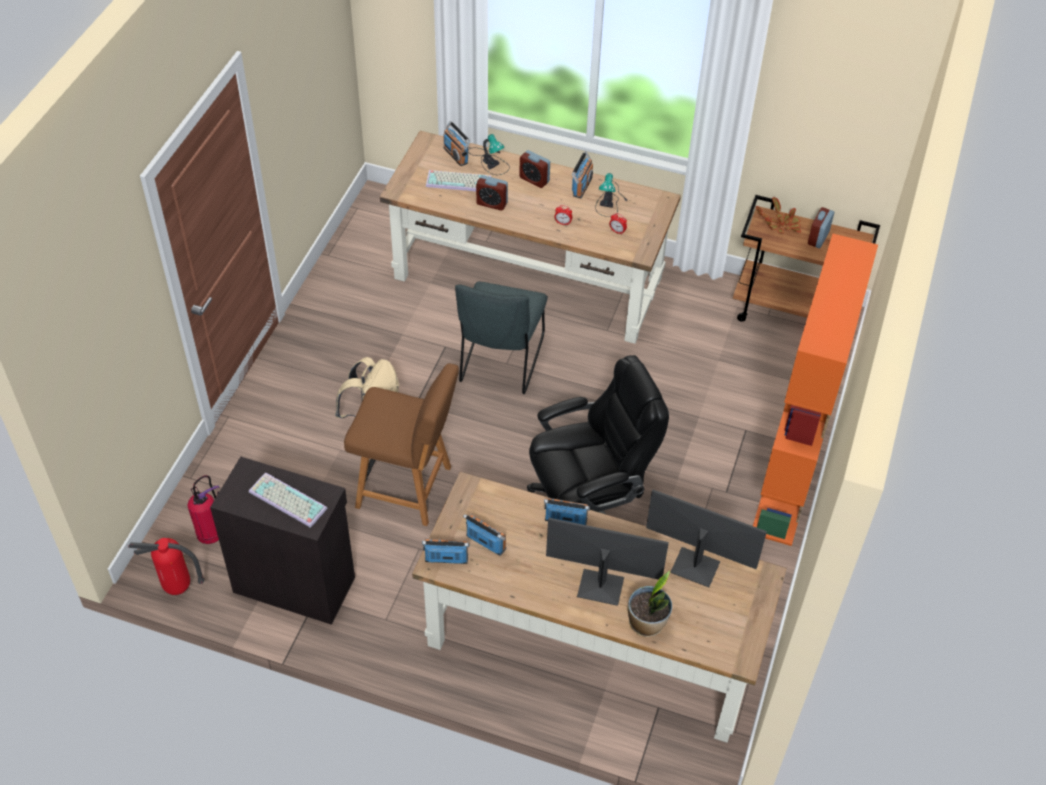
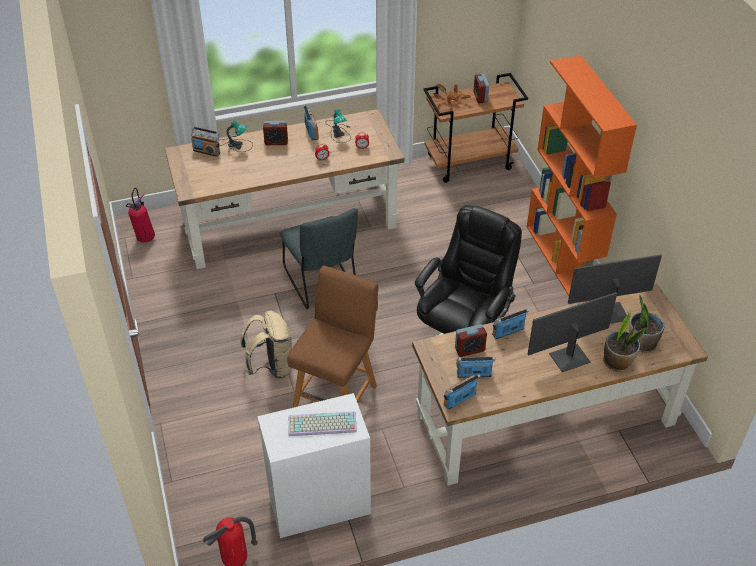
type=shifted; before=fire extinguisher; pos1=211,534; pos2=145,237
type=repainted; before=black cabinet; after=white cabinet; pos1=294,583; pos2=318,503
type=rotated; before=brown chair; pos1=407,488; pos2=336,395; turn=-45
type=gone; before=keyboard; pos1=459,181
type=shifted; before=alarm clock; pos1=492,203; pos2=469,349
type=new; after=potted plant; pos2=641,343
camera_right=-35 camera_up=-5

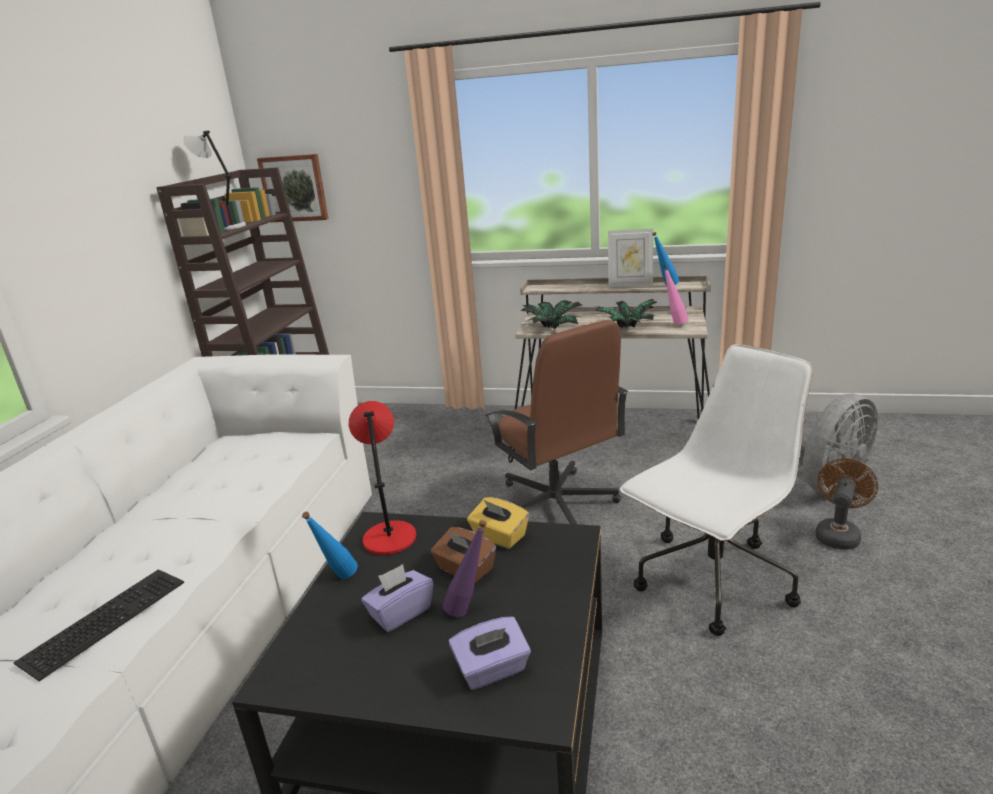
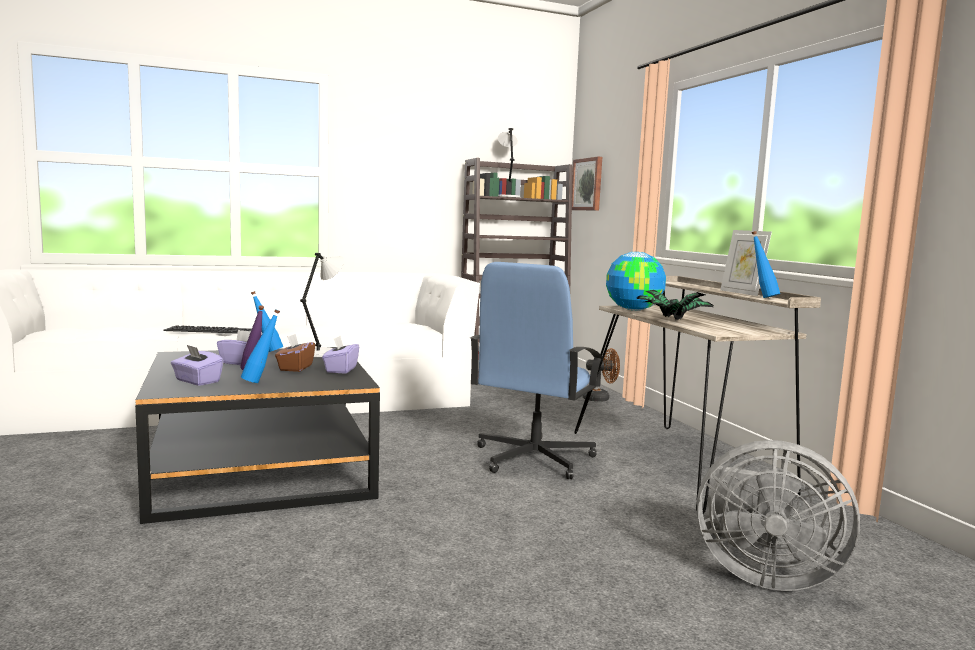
type=repainted; before=red table lamp; after=grey table lamp; pos1=389,537; pos2=320,353
type=repainted; before=yellow tissue box; after=purple tissue box; pos1=499,536; pos2=340,369
type=repainted; before=brown office chair; after=blue office chair; pos1=556,505; pos2=532,458
type=swapped; before=potted plant; after=globe; pos1=552,328; pos2=633,309
type=gone; before=white office chair; pos1=712,582
type=gone; before=pink bottle; pos1=674,323
type=shifted; before=brown fan; pos1=838,534; pos2=600,398
type=new; after=blue bottle; pos2=260,382
camera_right=55 camera_up=-15

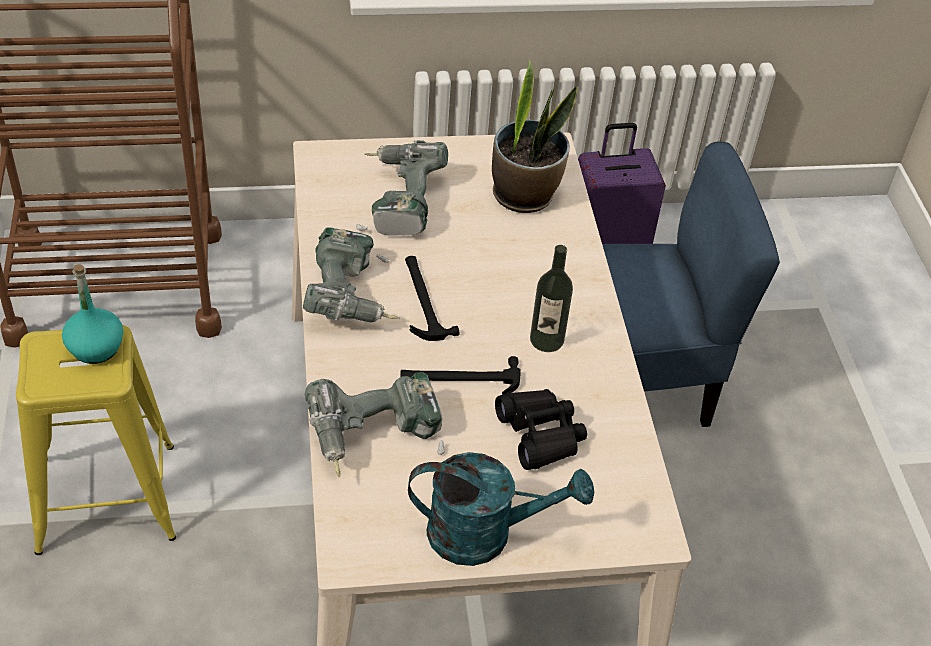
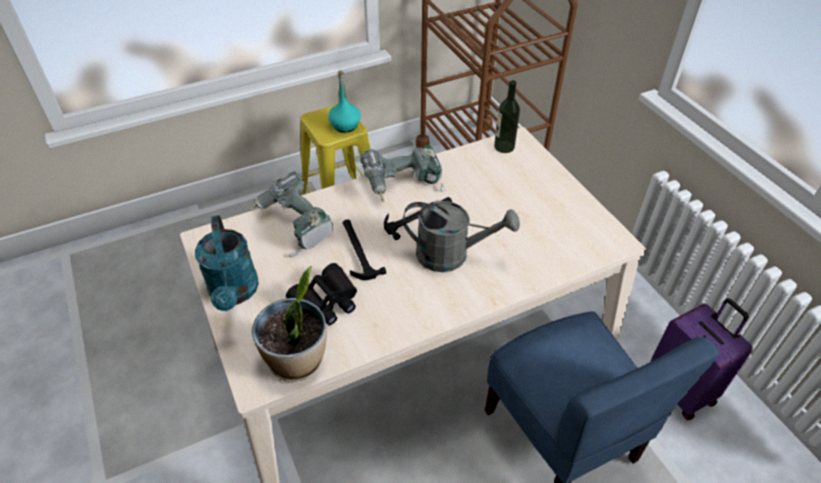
type=gone; before=power drill; pos1=398,202
type=shifted; before=potted plant; pos1=524,195; pos2=297,361
type=shifted; before=bottle; pos1=546,340; pos2=504,147
type=new; after=grey watering can; pos2=452,255
camera_right=75 camera_up=0

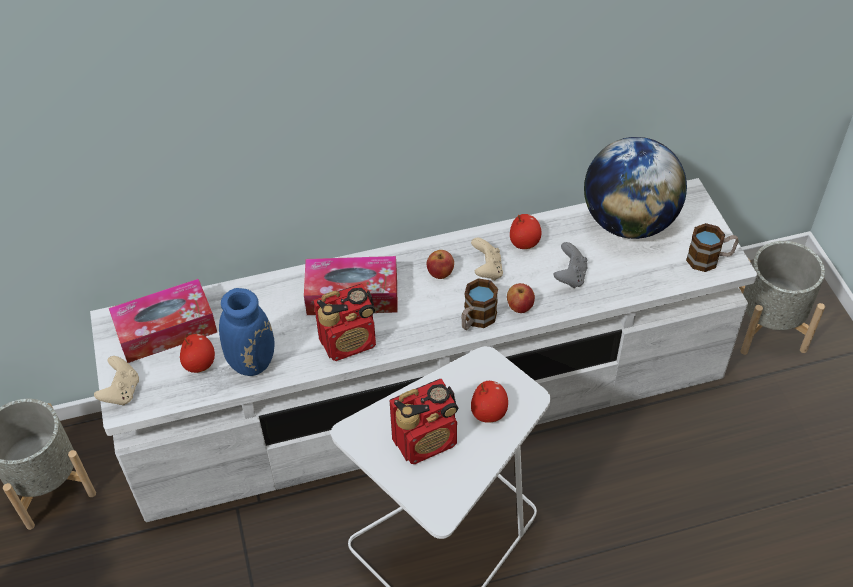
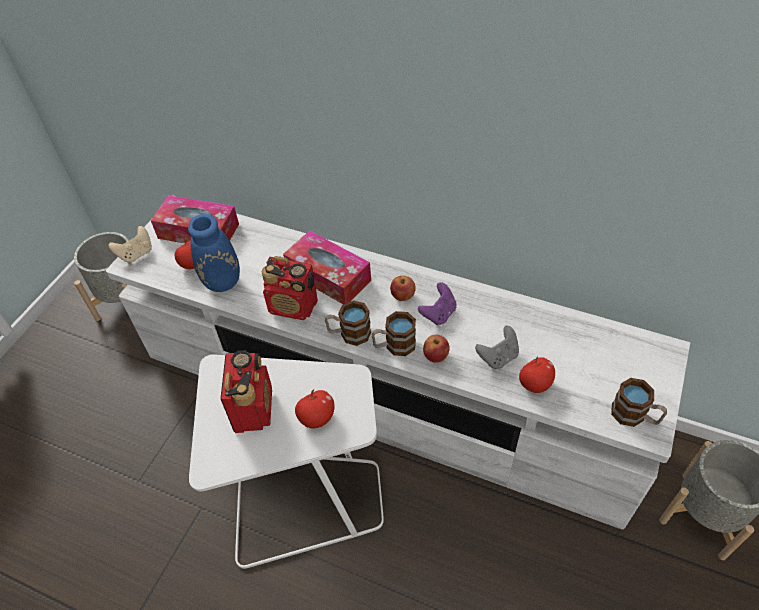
type=rotated; before=radio; pos1=426,441; pos2=253,408; turn=-105
type=repainted; before=beige game controller; after=purple game controller; pos1=487,270; pos2=438,314
type=shifted; before=apple; pos1=524,242; pos2=535,384
type=gone; before=globe; pos1=628,222
type=new; after=mug; pos2=349,334
camera_right=40 camera_up=0

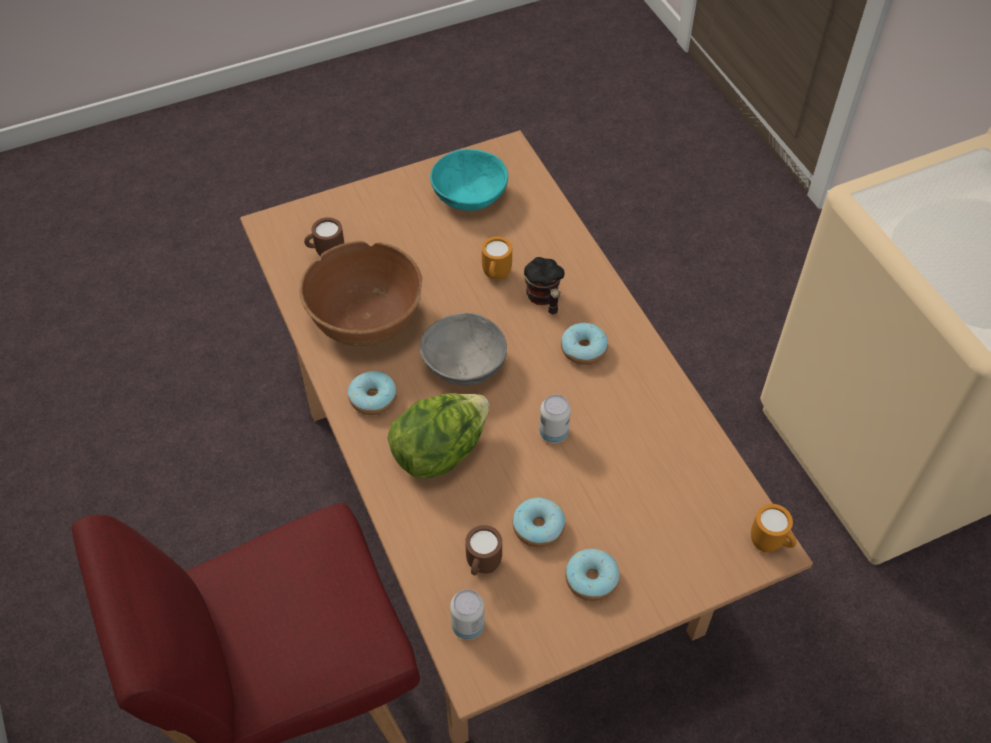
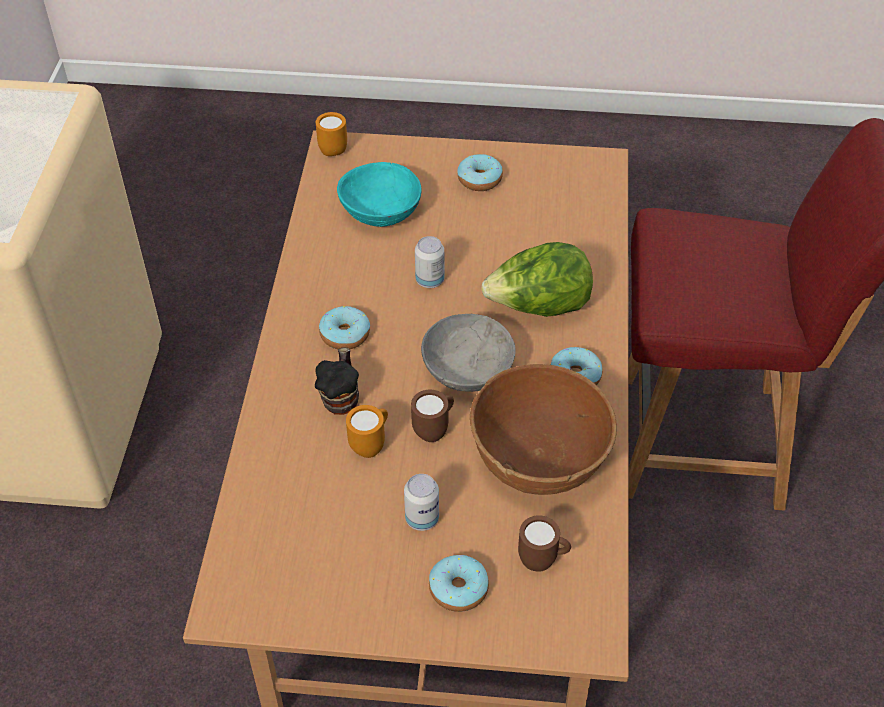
type=shifted; before=turquoise bowl; pos1=468,195; pos2=380,212
type=shifted; before=can; pos1=468,626; pos2=422,519
type=shifted; before=brown mug; pos1=482,567; pos2=434,430
type=shifted; before=donut; pos1=538,527; pos2=458,589
camera_right=-150 camera_up=-5

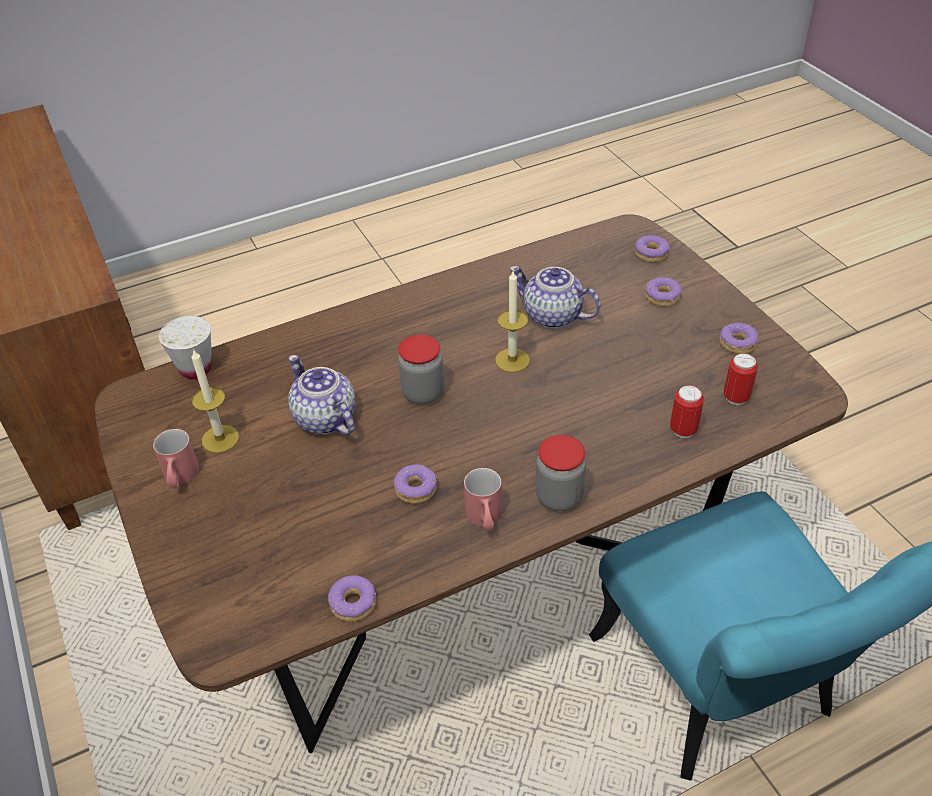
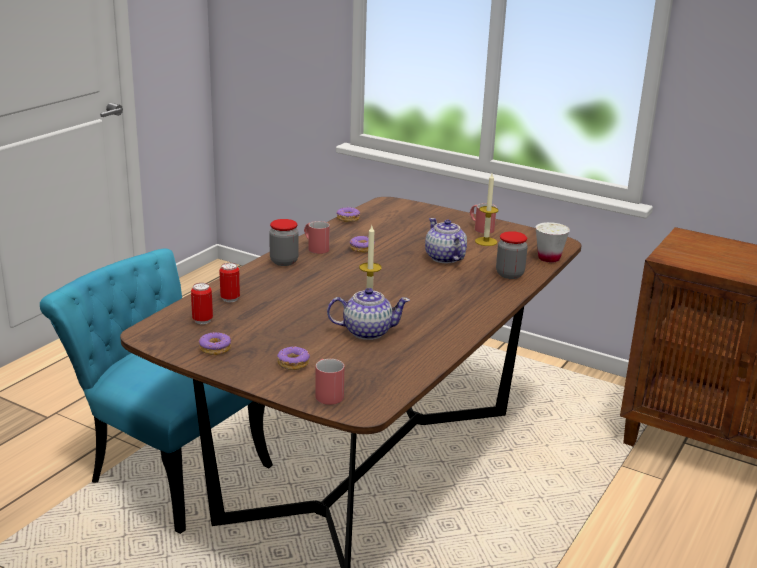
type=rotated; before=teapot; pos1=325,419; pos2=444,258; turn=-135
type=shifted; before=jar; pos1=423,393; pos2=509,274
type=swapped; before=donut; after=red mug; pos1=651,254; pos2=327,393
camera_right=145 camera_up=-20

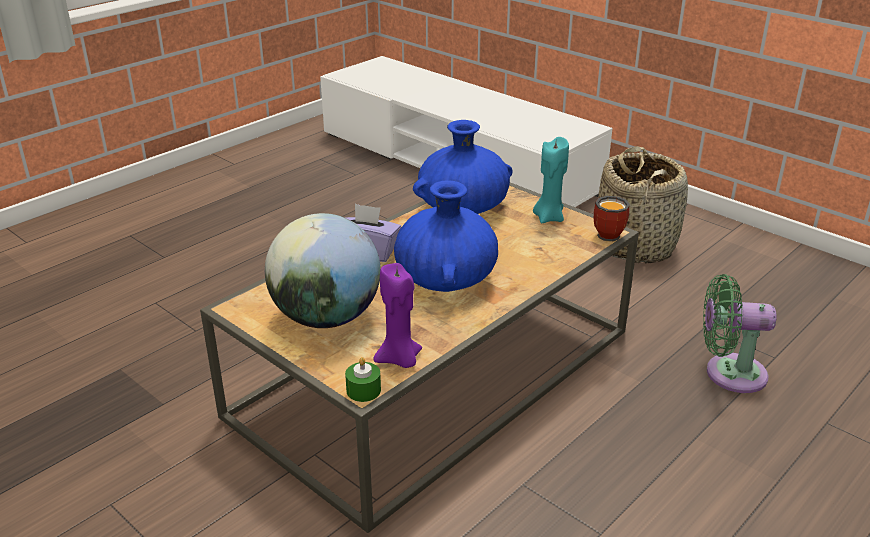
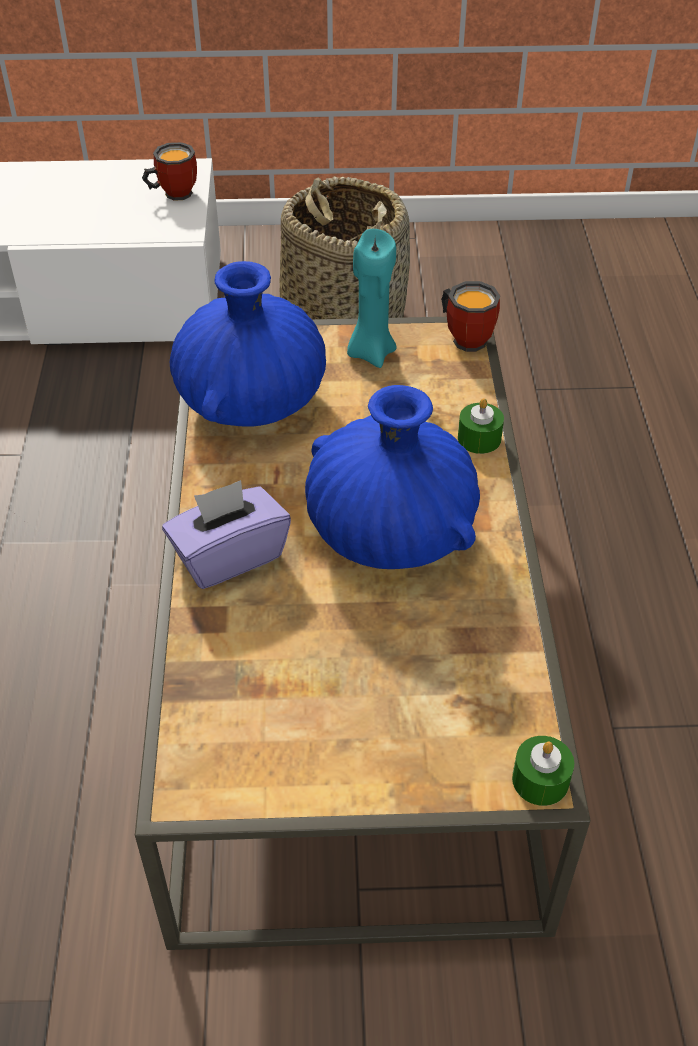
type=gone; before=globe; pos1=326,318
type=gone; before=purple candle; pos1=399,360
type=gone; before=green fan; pos1=729,373
type=new; after=mug; pos2=172,193
type=new; after=green candle; pos2=479,438
camera_right=-45 camera_up=15

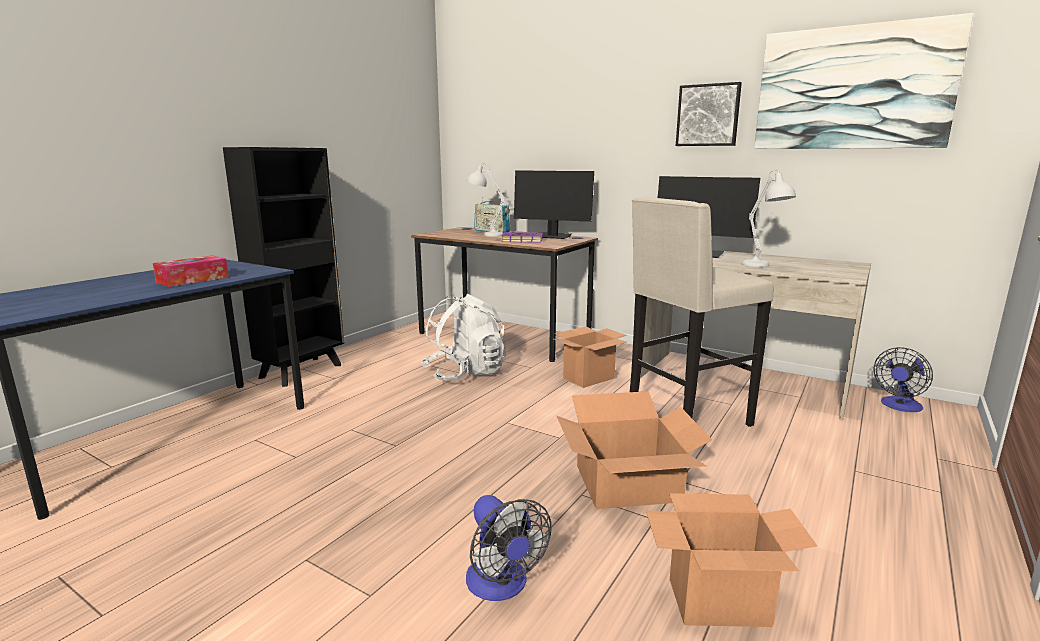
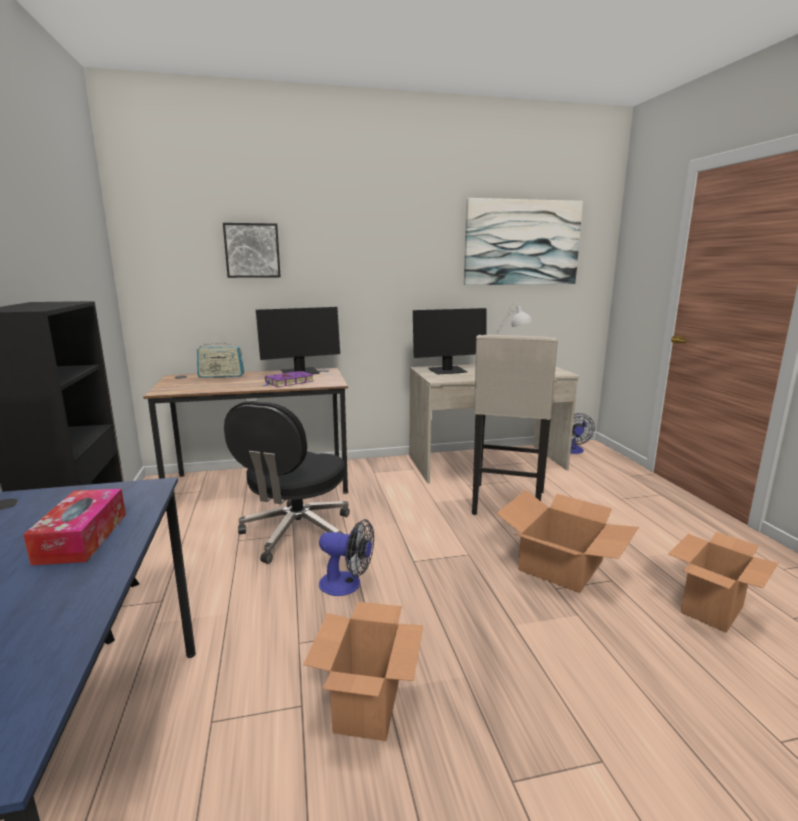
type=swapped; before=white backpack; after=black office chair; pos1=465,373; pos2=296,533
type=shifted; before=fan; pos1=501,586; pos2=347,585
type=gone; before=white table lamp; pos1=485,234
type=shifted; before=cardboard box; pos1=589,378; pos2=367,705
type=shifted; before=picture; pos1=708,115; pos2=252,250
camera_right=-45 camera_up=0

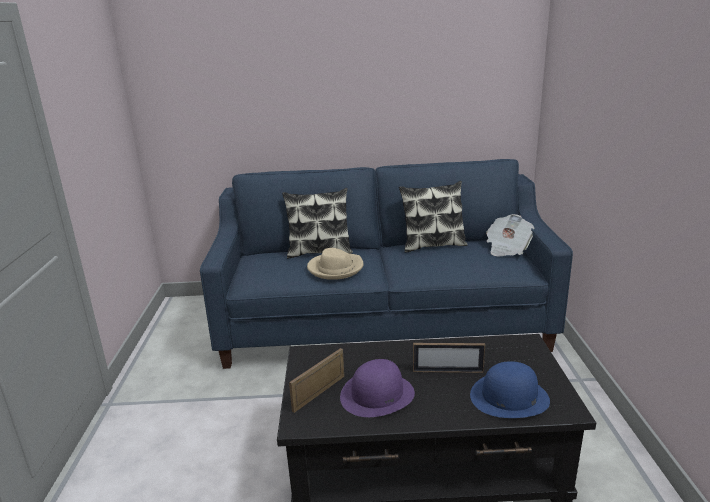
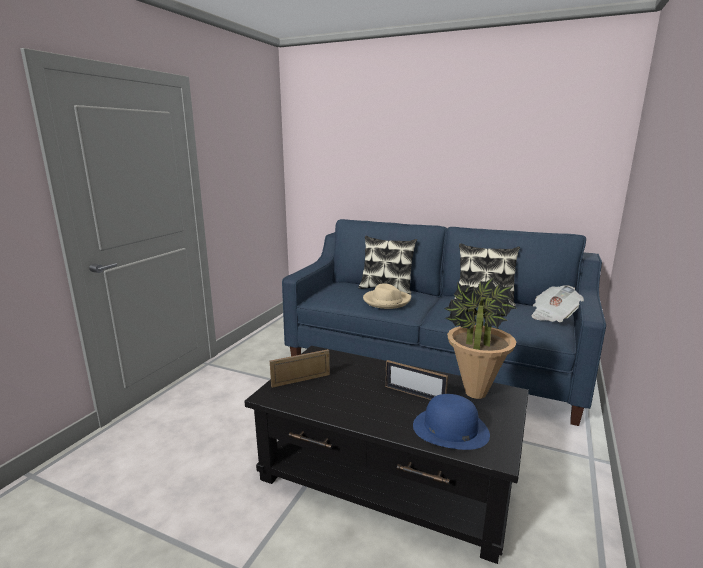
type=gone; before=purple hat; pos1=377,394
type=new; after=potted plant; pos2=475,393
camera_right=25 camera_up=-5

